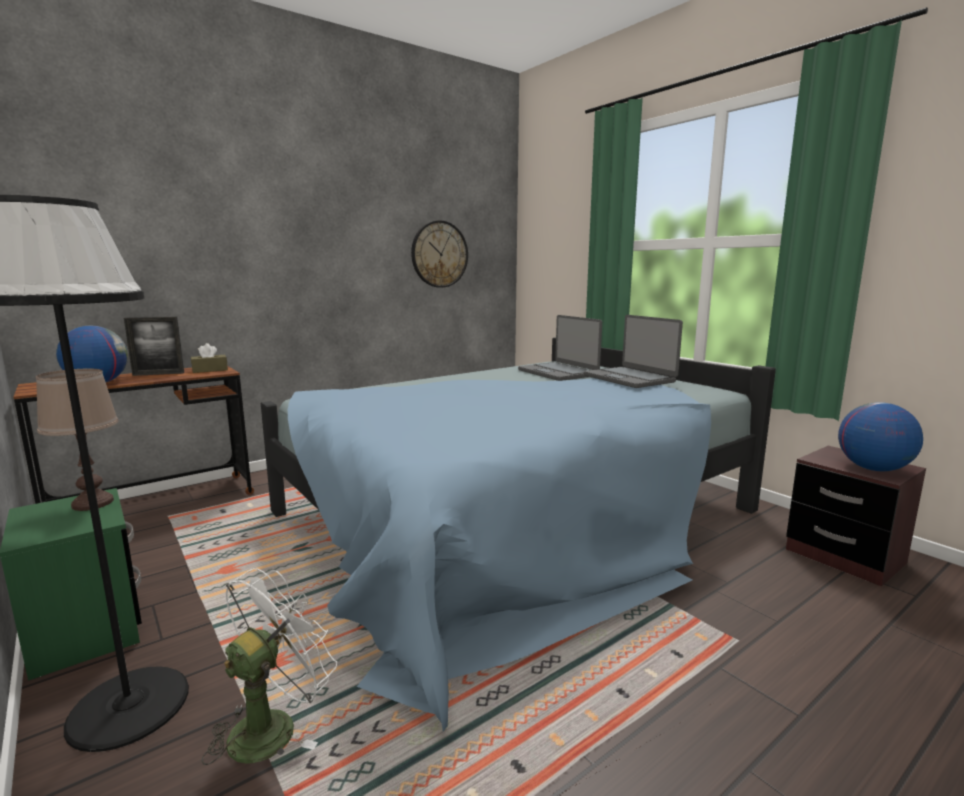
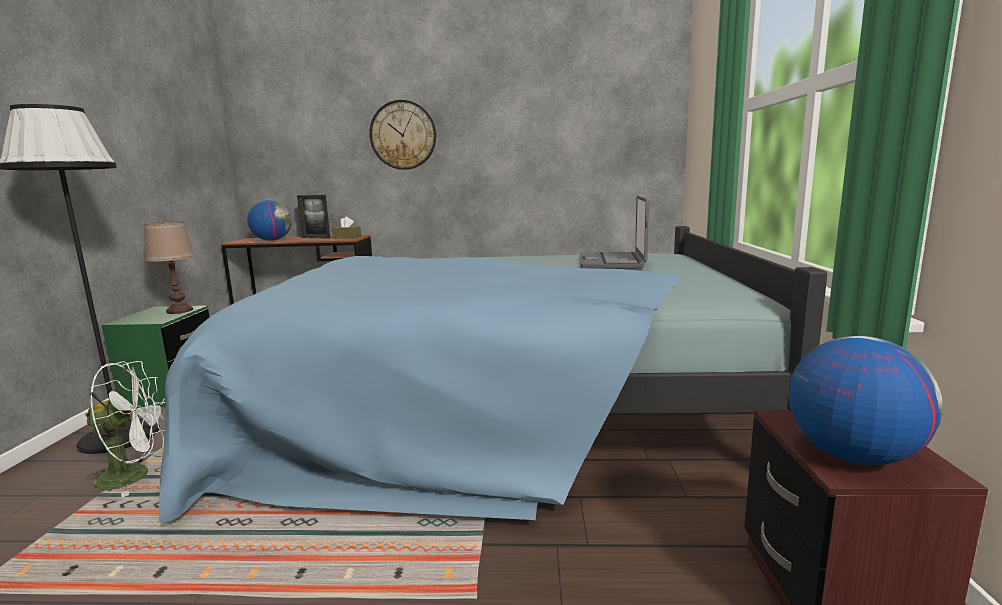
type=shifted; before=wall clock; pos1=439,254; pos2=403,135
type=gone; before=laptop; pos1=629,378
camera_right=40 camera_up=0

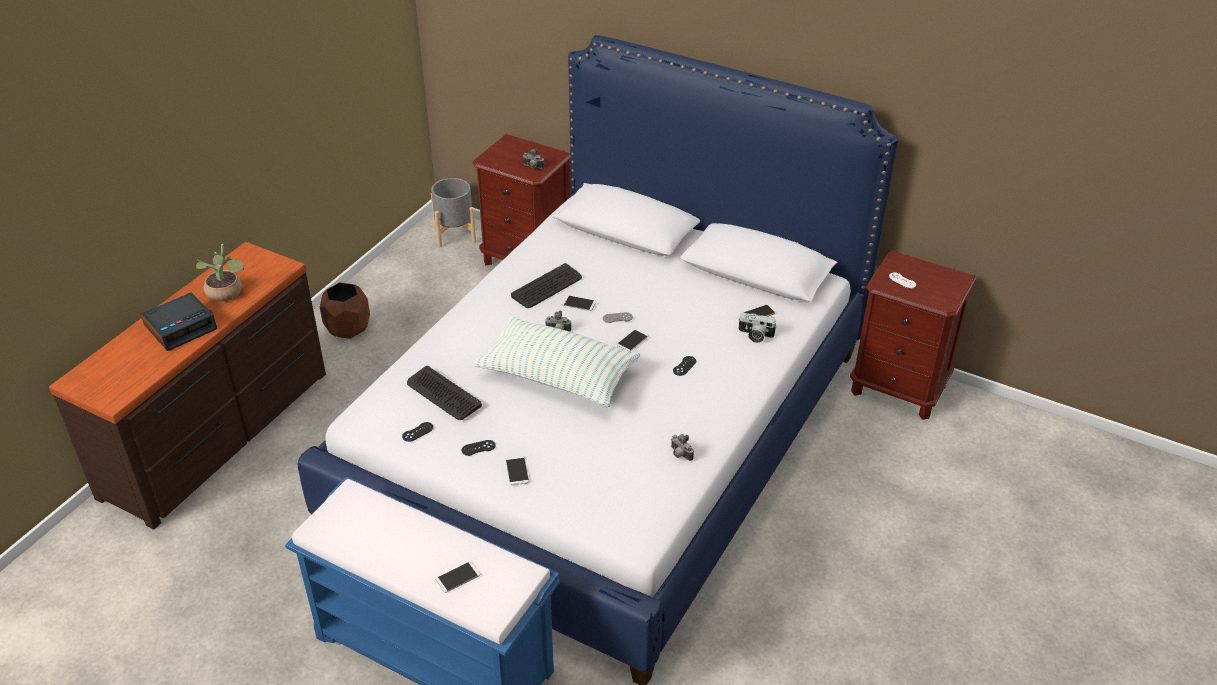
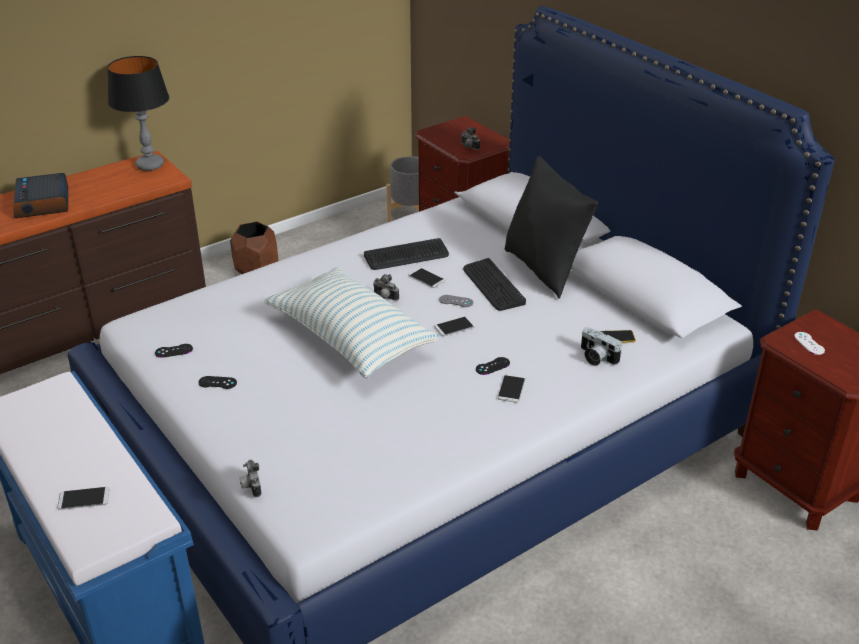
type=rotated; before=alarm clock; pos1=181,327; pos2=43,203; turn=90
type=gone; before=potted plant; pos1=227,294
type=shifted; before=keyboard; pos1=443,394; pos2=493,285
type=shifted; before=phone; pos1=517,471; pos2=511,388
type=shifted; before=photo camera; pos1=679,454; pos2=251,486
type=new; after=table lamp; pos2=149,165
type=new; after=black pillow; pos2=544,269
camera_right=25 camera_up=-5

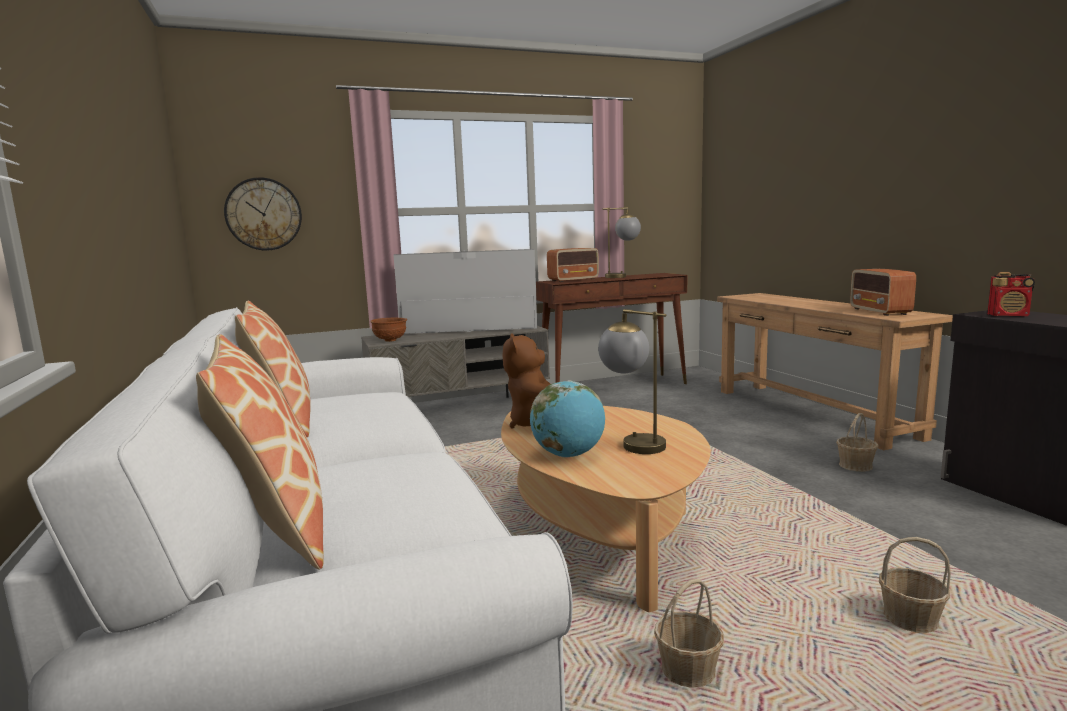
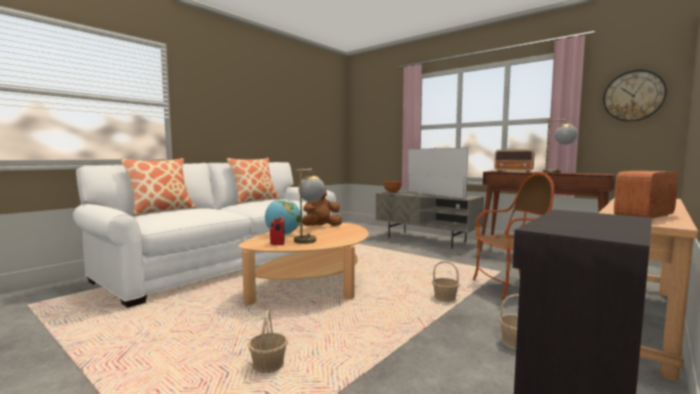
type=shifted; before=wall clock; pos1=263,214; pos2=633,96
type=shifted; before=basket; pos1=688,670; pos2=445,298
type=shifted; before=radio; pos1=1009,315; pos2=277,243
type=new; after=armchair; pos2=510,287
camera_right=60 camera_up=-5

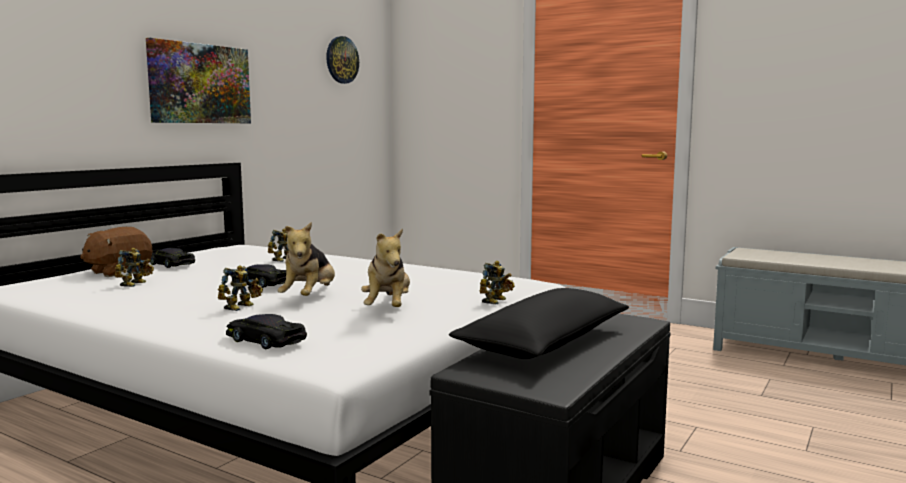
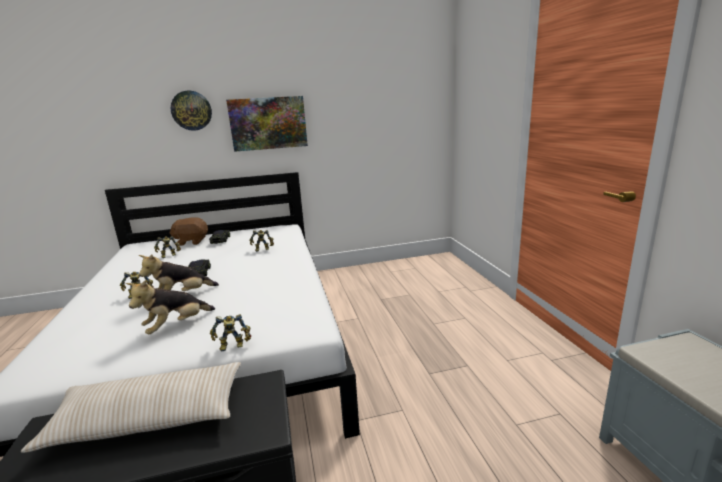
type=gone; before=black toy car; pos1=265,340
type=shifted; before=wall clock; pos1=341,60; pos2=191,110
type=repainted; before=black pillow; after=beige pillow; pos1=545,342; pos2=149,418
camera_right=45 camera_up=10

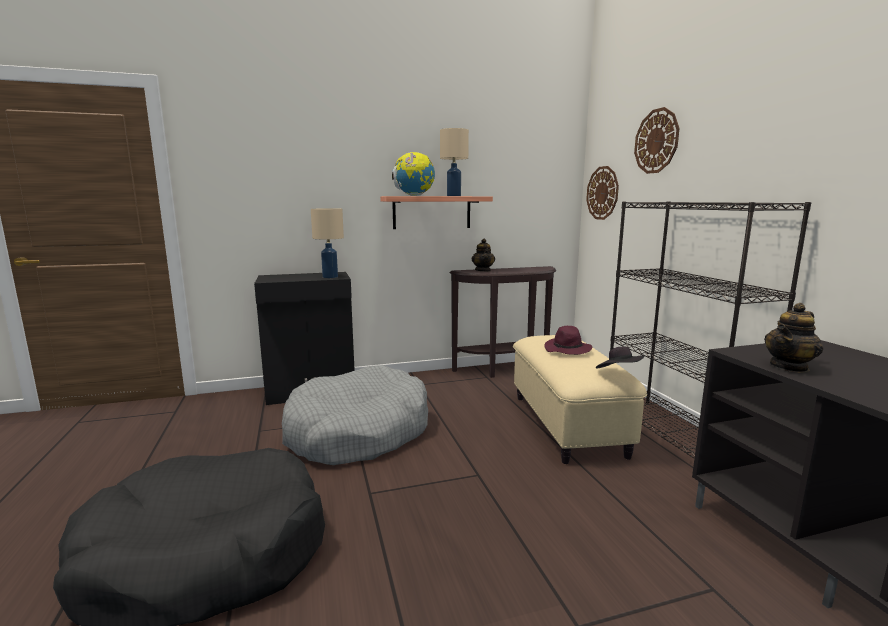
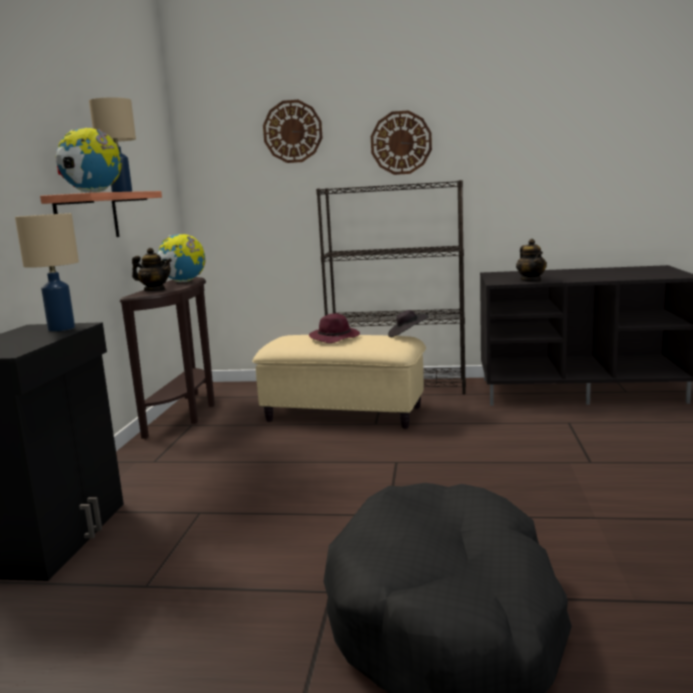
type=gone; before=grey dog bed; pos1=358,432
type=shifted; before=wall clock; pos1=602,193; pos2=401,143
type=new; after=globe; pos2=183,282
camera_right=-65 camera_up=0

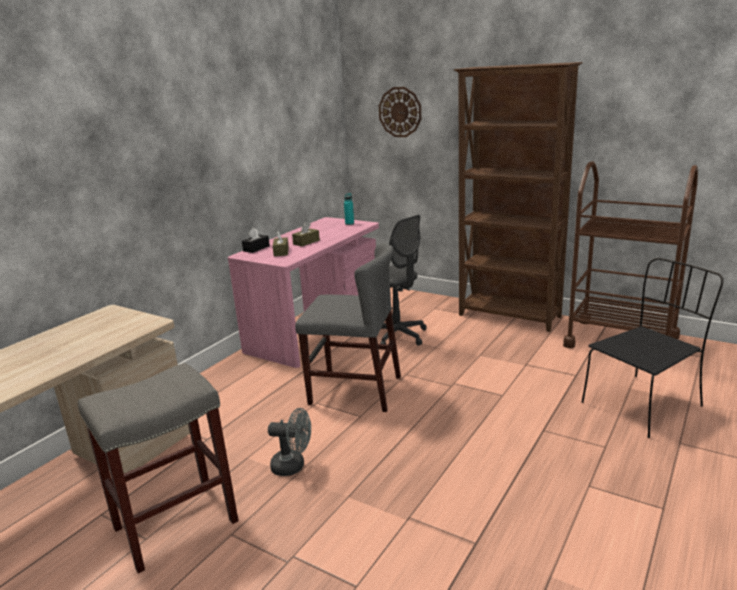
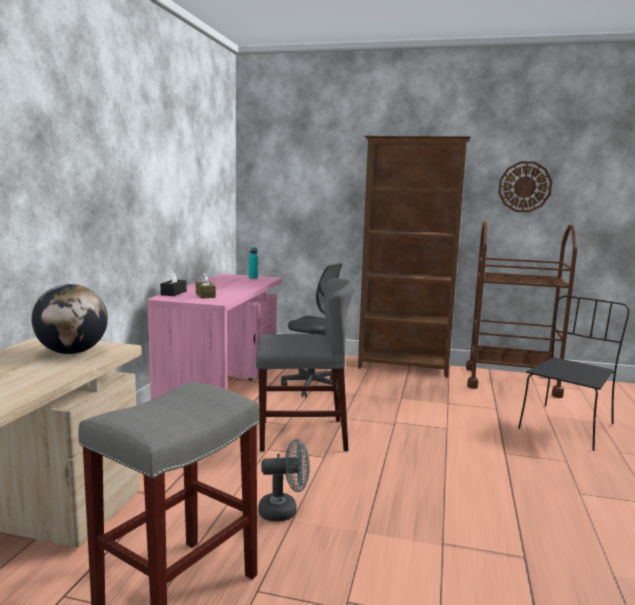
type=gone; before=brown tissue box; pos1=306,242
type=shifted; before=wall clock; pos1=400,112; pos2=524,187
type=new; after=globe; pos2=72,352
camera_right=-20 camera_up=-10

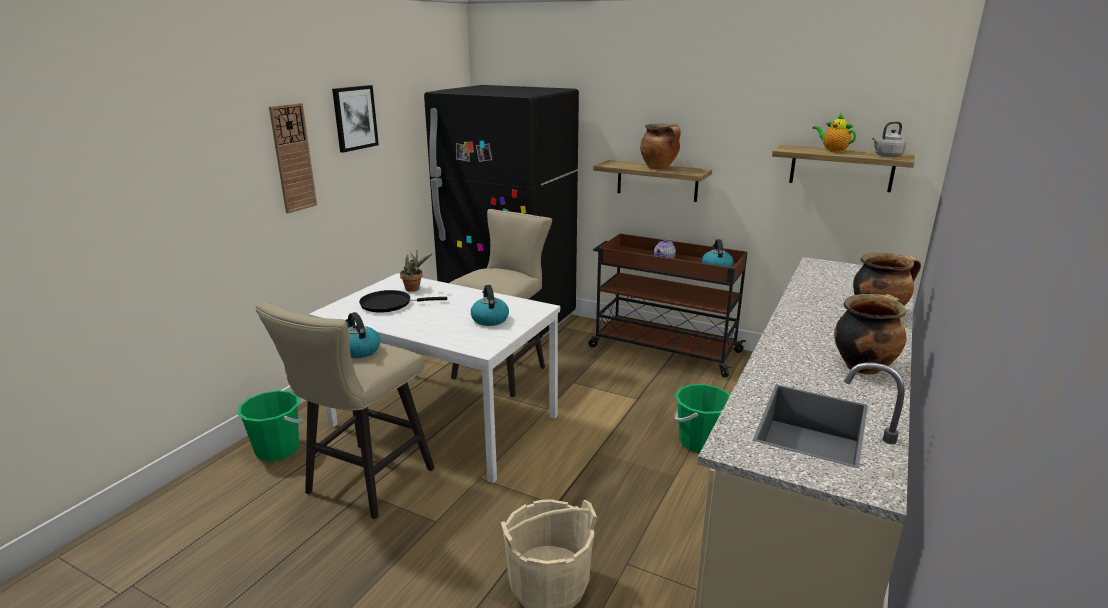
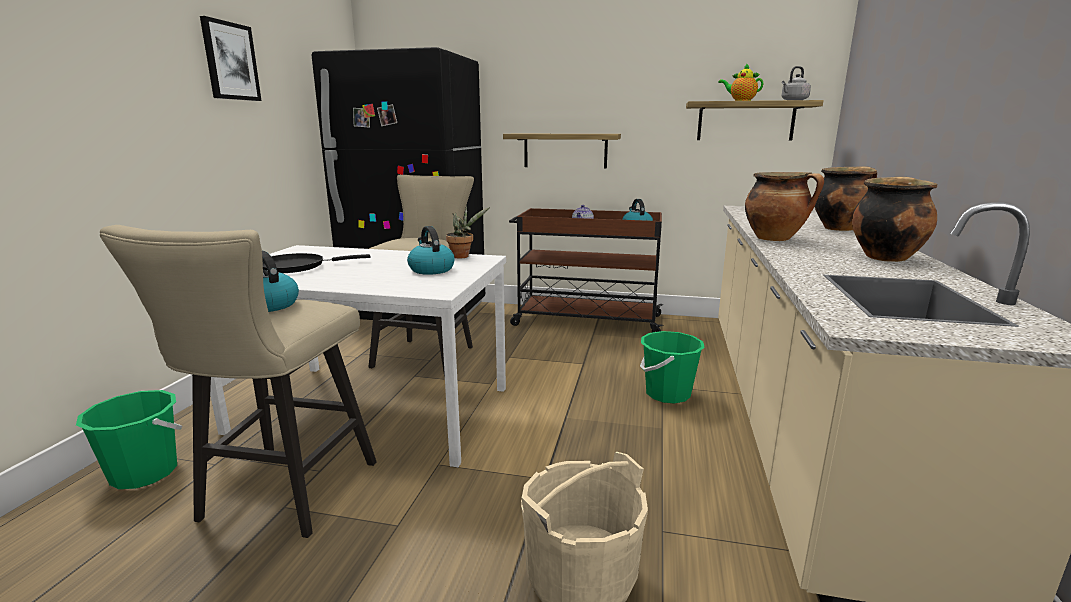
type=gone; before=wall clock; pos1=293,158
type=shifted; before=potted plant; pos1=414,289; pos2=463,256
type=shifted; before=cooking pot; pos1=659,168; pos2=775,239
camera_right=-15 camera_up=-5

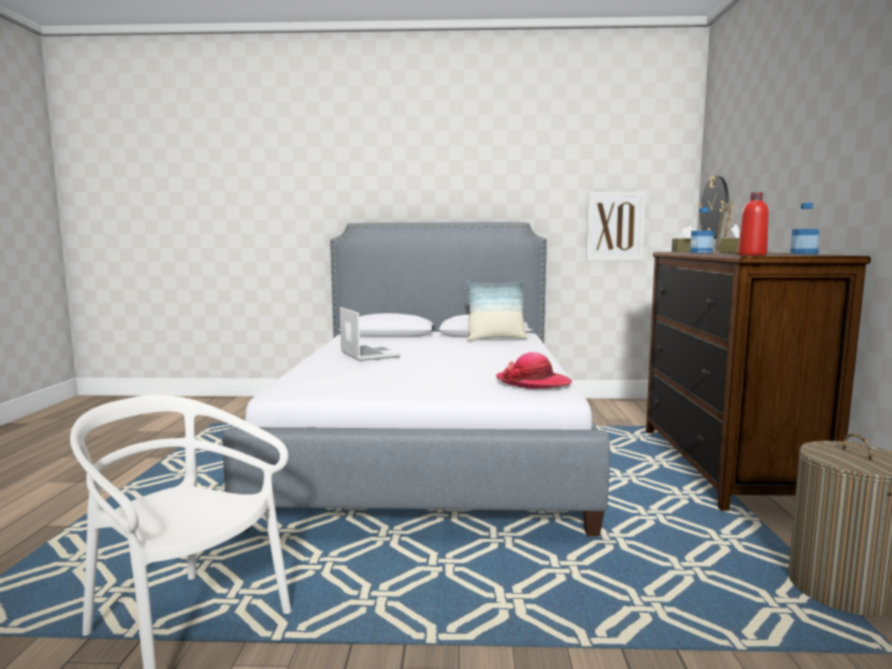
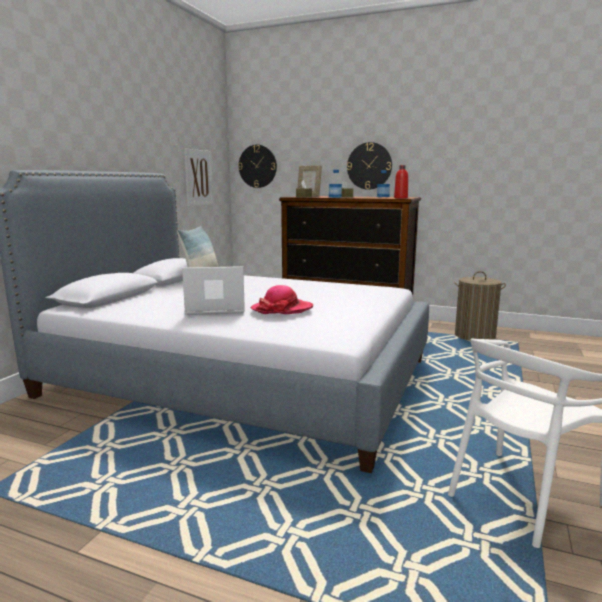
type=shifted; before=hat; pos1=533,382; pos2=282,309
type=new; after=wall clock; pos2=369,166
camera_right=-70 camera_up=5

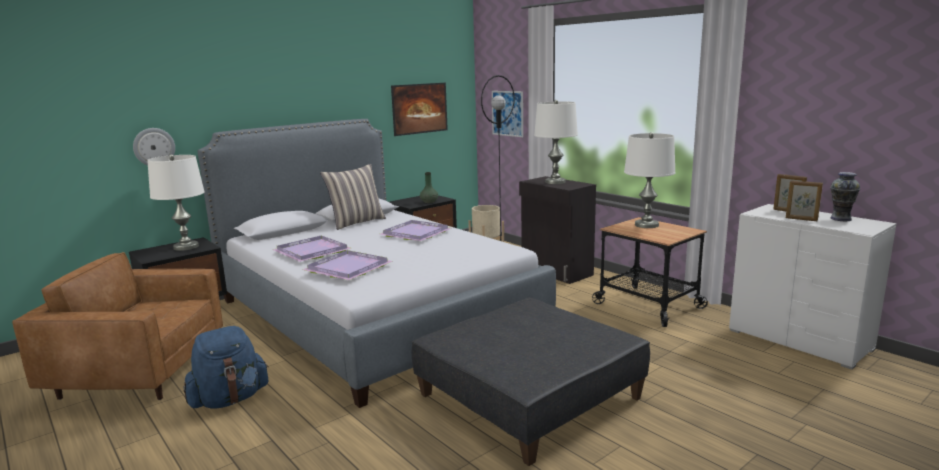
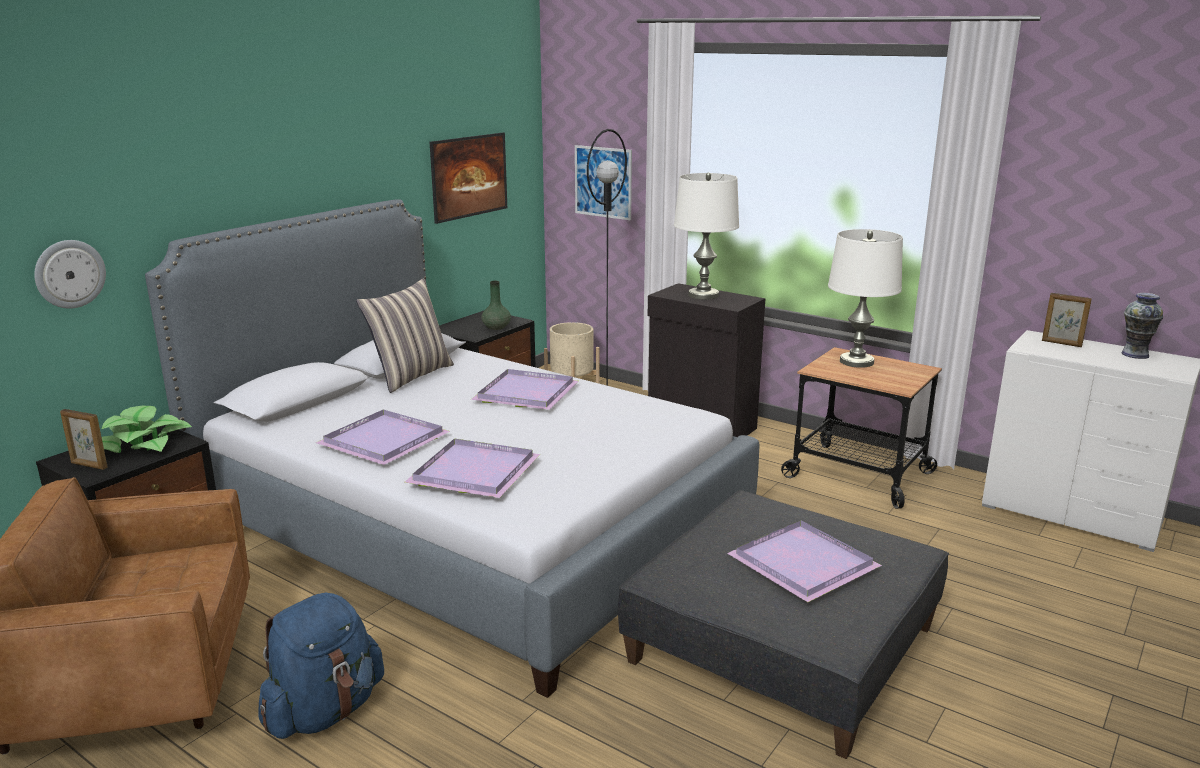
type=swapped; before=white table lamp; after=potted plant; pos1=186,247; pos2=142,444
type=shifted; before=picture frame; pos1=801,219; pos2=89,466
type=new; after=purple tray; pos2=803,565
camera_right=-15 camera_up=5

